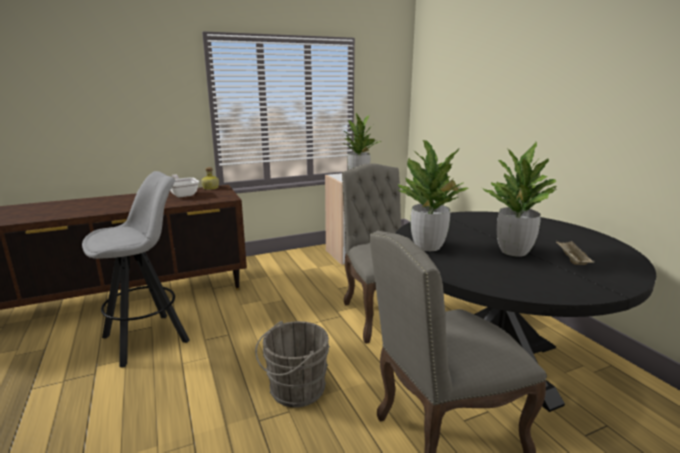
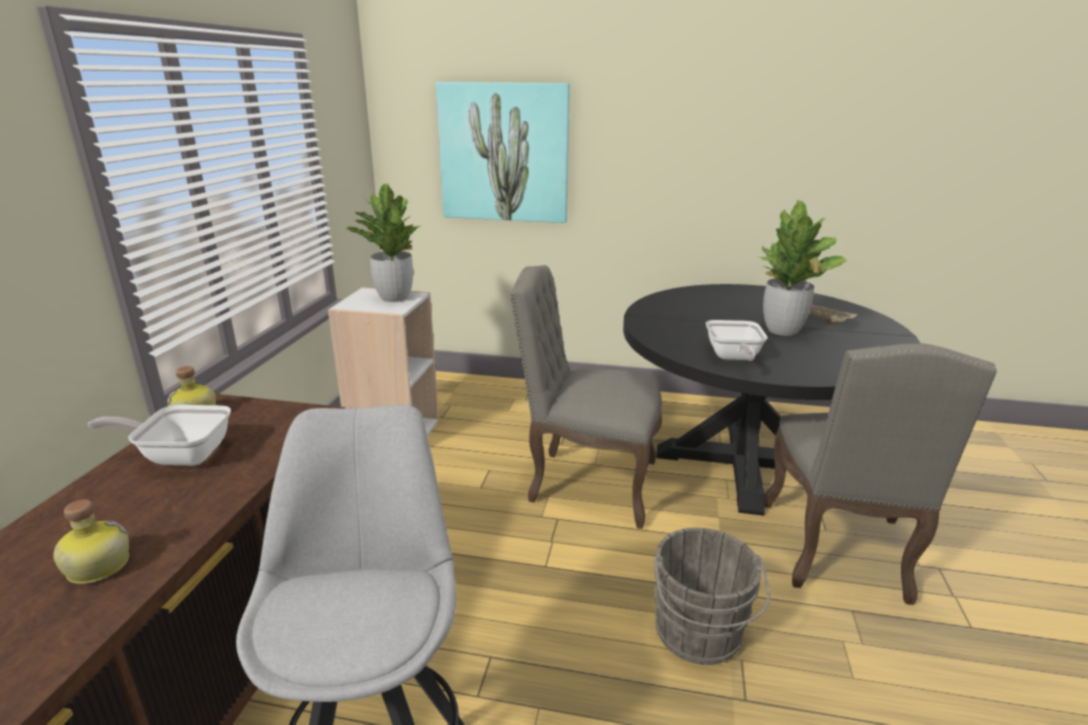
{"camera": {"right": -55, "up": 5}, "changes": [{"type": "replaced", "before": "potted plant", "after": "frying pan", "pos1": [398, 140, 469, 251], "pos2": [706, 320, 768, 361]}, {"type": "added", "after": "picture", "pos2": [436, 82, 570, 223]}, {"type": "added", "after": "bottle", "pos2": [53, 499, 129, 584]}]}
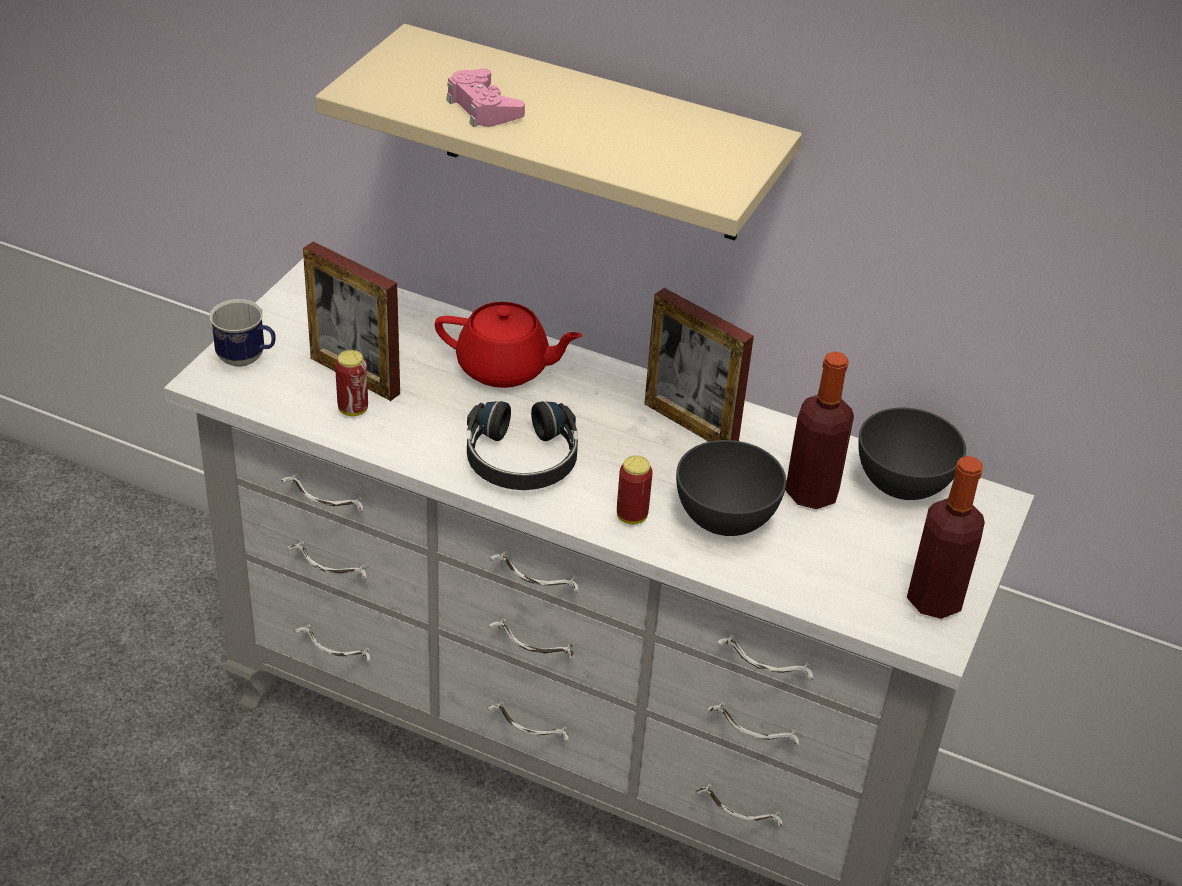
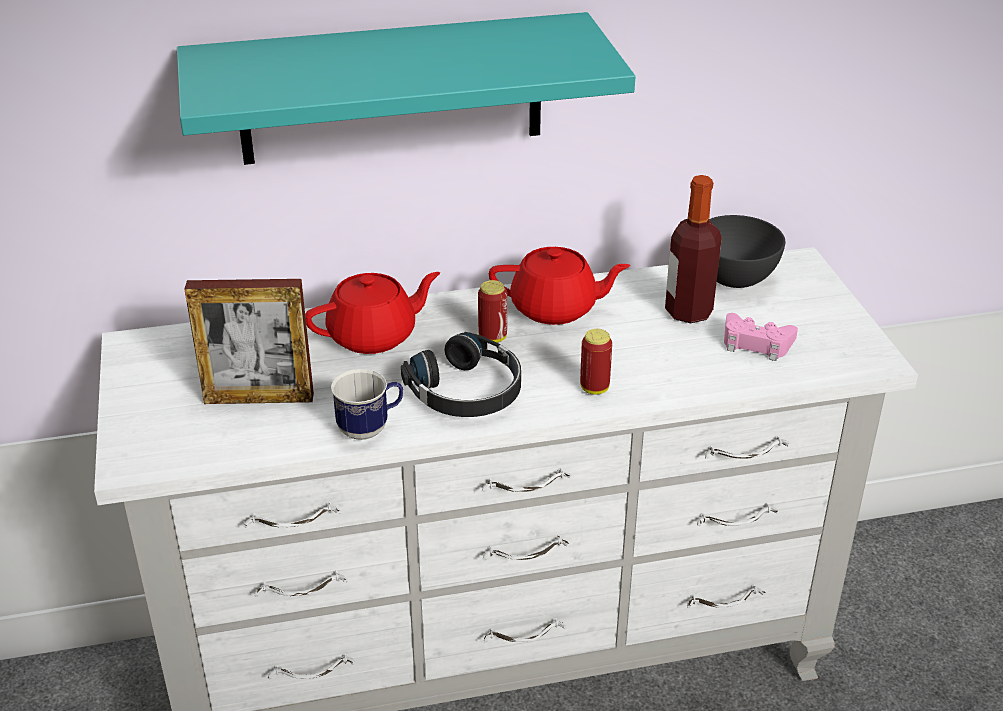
{"camera": {"right": -35, "up": -5}, "changes": [{"type": "recoloured", "before": "beige shelf", "after": "turquoise shelf", "pos1": [315, 24, 802, 241], "pos2": [177, 12, 636, 165]}, {"type": "moved", "before": "pink game controller", "pos1": [446, 68, 525, 127], "pos2": [724, 313, 798, 361]}, {"type": "replaced", "before": "picture frame", "after": "red teapot", "pos1": [644, 288, 754, 442], "pos2": [489, 247, 630, 325]}, {"type": "moved", "before": "mug", "pos1": [209, 299, 276, 367], "pos2": [331, 369, 403, 440]}, {"type": "moved", "before": "can", "pos1": [335, 350, 368, 416], "pos2": [478, 280, 507, 343]}, {"type": "removed", "before": "grey bowl", "pos1": [676, 440, 786, 536]}, {"type": "removed", "before": "bottle", "pos1": [907, 456, 985, 619]}]}
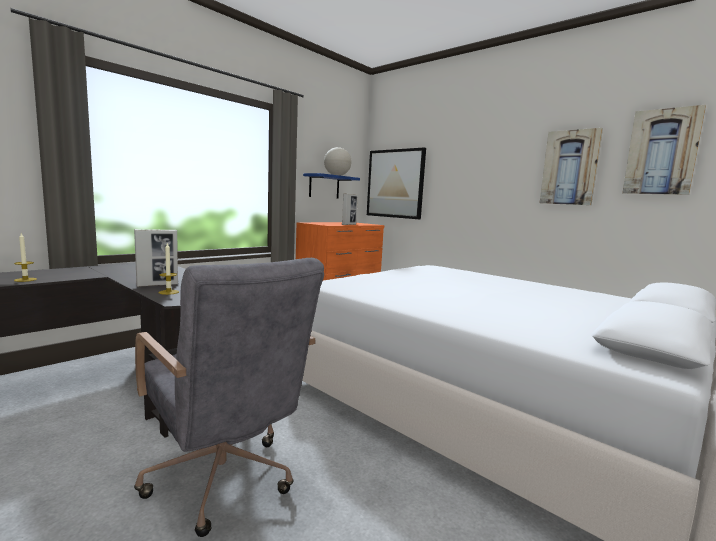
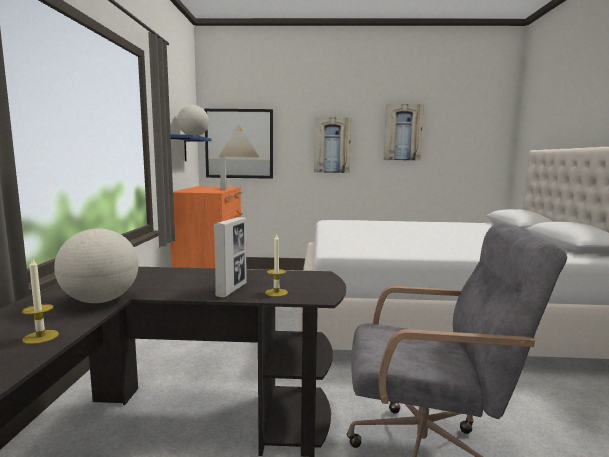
{"camera": {"right": -40, "up": 0}, "changes": [{"type": "moved", "before": "picture", "pos1": [622, 105, 706, 195], "pos2": [314, 117, 351, 173]}, {"type": "added", "after": "globe", "pos2": [54, 228, 139, 303]}]}
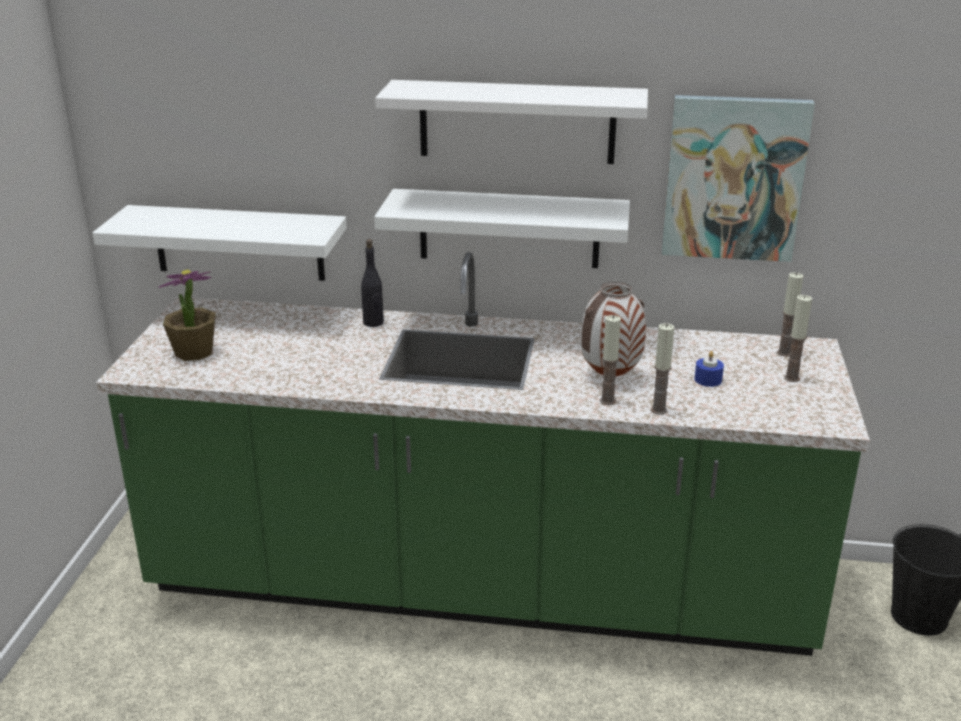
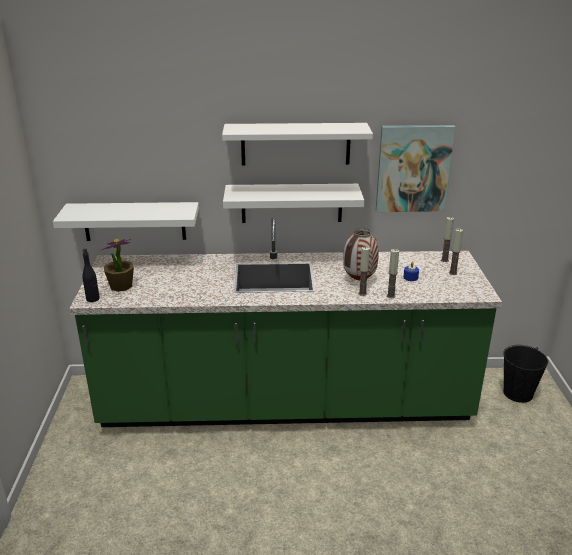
{"camera": {"right": -10, "up": 0}, "changes": [{"type": "moved", "before": "black bottle", "pos1": [361, 239, 384, 327], "pos2": [82, 248, 100, 302]}]}
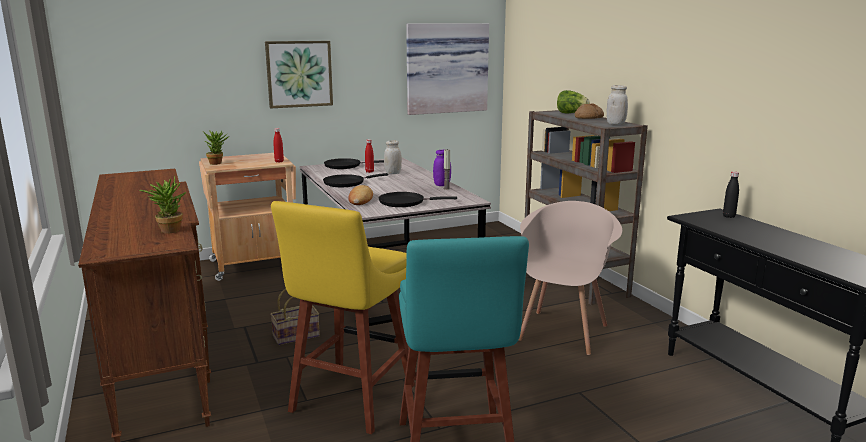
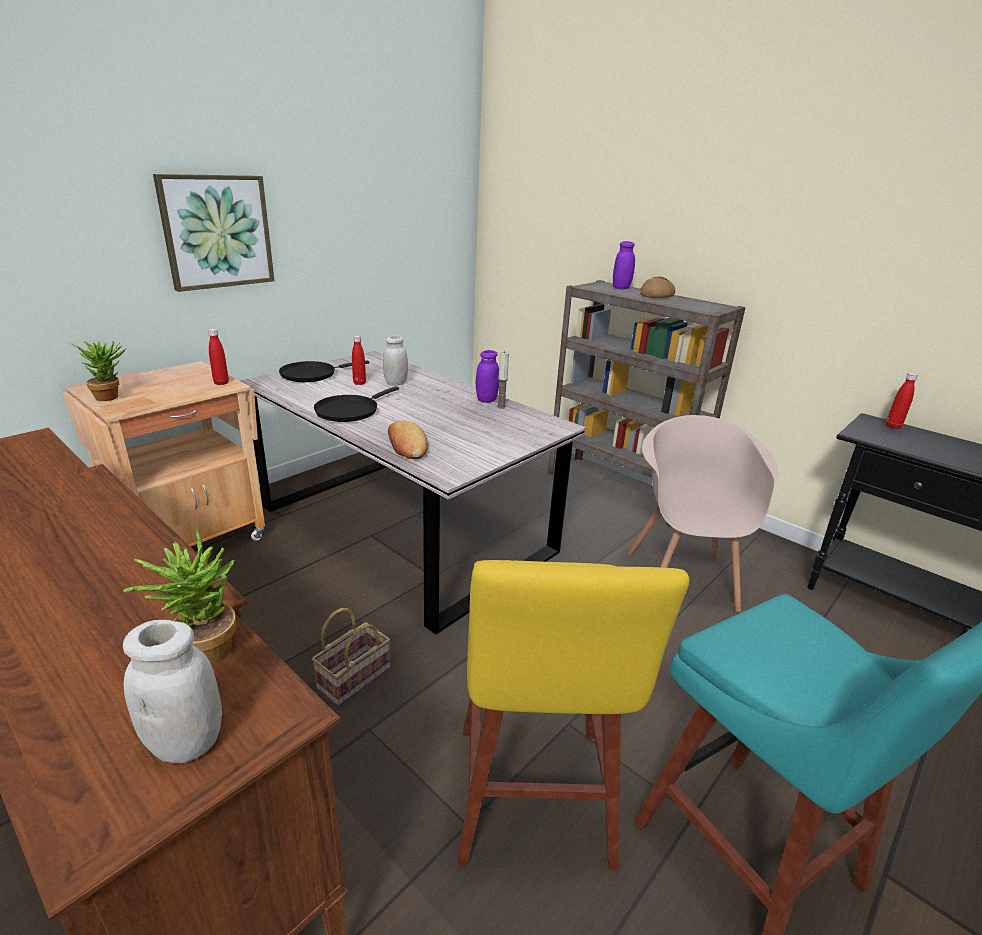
{"camera": {"right": -25, "up": 10}, "changes": [{"type": "removed", "before": "picture", "pos1": [406, 23, 489, 115]}, {"type": "moved", "before": "white jar", "pos1": [607, 85, 628, 125], "pos2": [123, 620, 222, 763]}, {"type": "replaced", "before": "lettuce", "after": "purple jar", "pos1": [557, 90, 590, 114], "pos2": [613, 241, 635, 290]}, {"type": "recoloured", "before": "black bottle", "after": "red bottle", "pos1": [723, 171, 739, 218], "pos2": [886, 373, 918, 429]}, {"type": "removed", "before": "black frying pan", "pos1": [379, 192, 457, 207]}]}
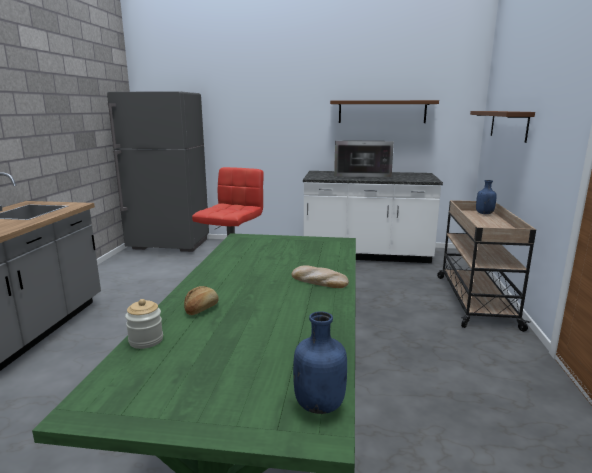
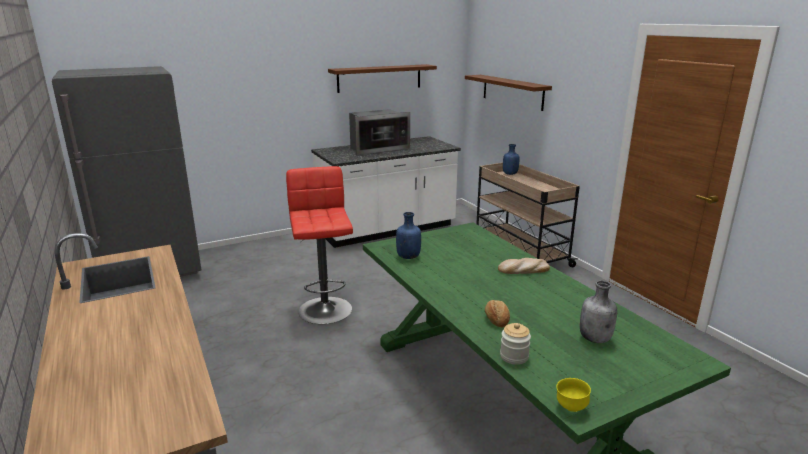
{"camera": {"right": -35, "up": 5}, "changes": [{"type": "moved", "before": "blue bottle", "pos1": [293, 311, 347, 414], "pos2": [396, 212, 421, 259]}, {"type": "added", "after": "grey bottle", "pos2": [580, 281, 617, 343]}, {"type": "added", "after": "yellow bowl", "pos2": [556, 378, 591, 412]}]}
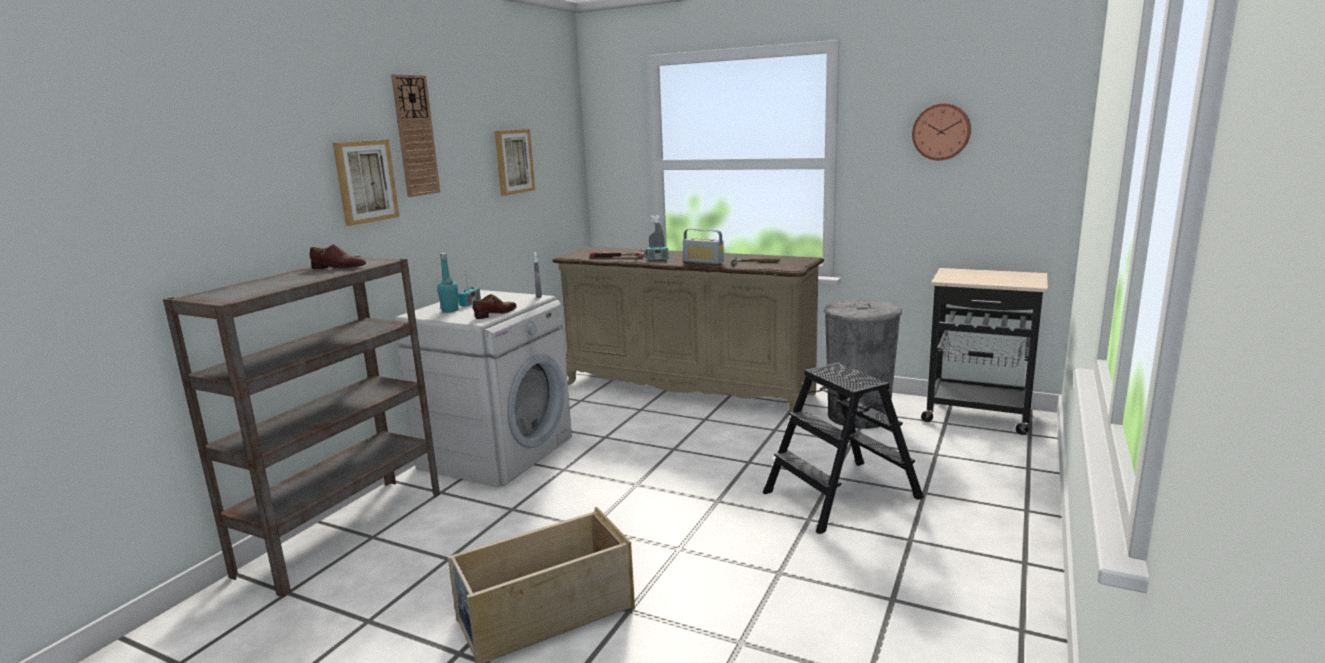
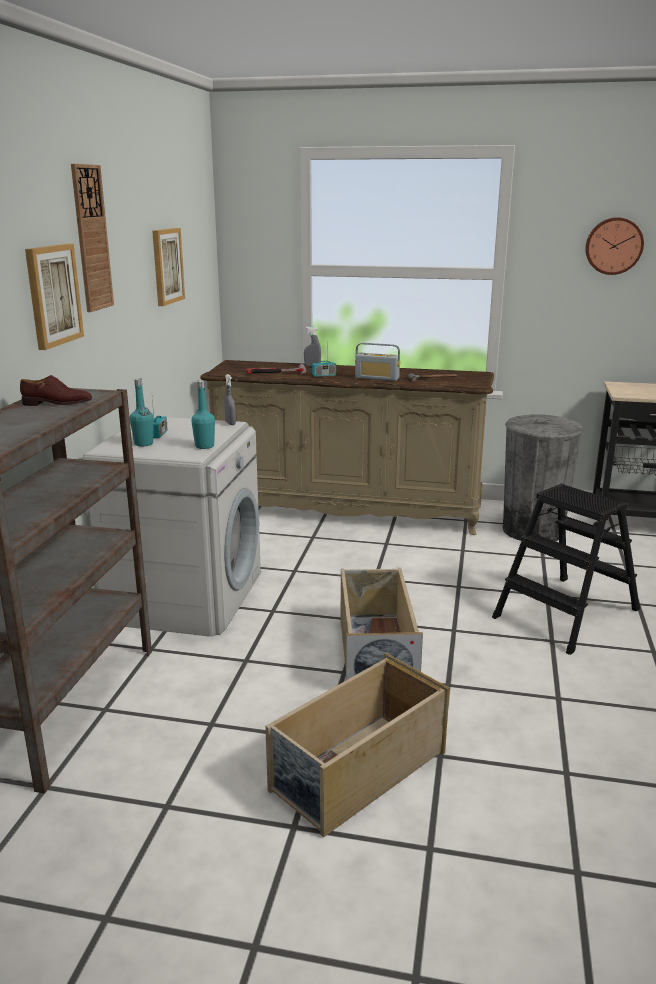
{"camera": {"right": -15, "up": 5}, "changes": [{"type": "replaced", "before": "brown shoe", "after": "turquoise bottle", "pos1": [473, 294, 517, 319], "pos2": [191, 380, 215, 449]}, {"type": "added", "after": "beige storage box", "pos2": [341, 568, 423, 680]}]}
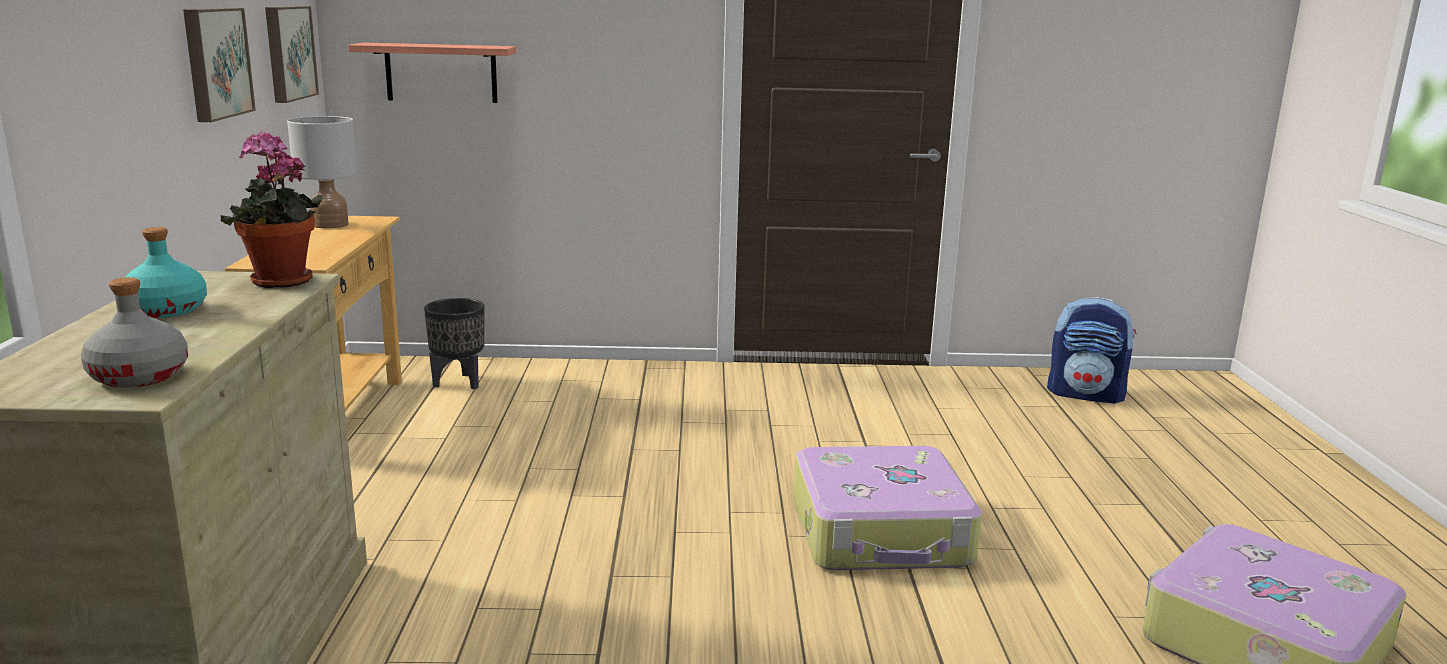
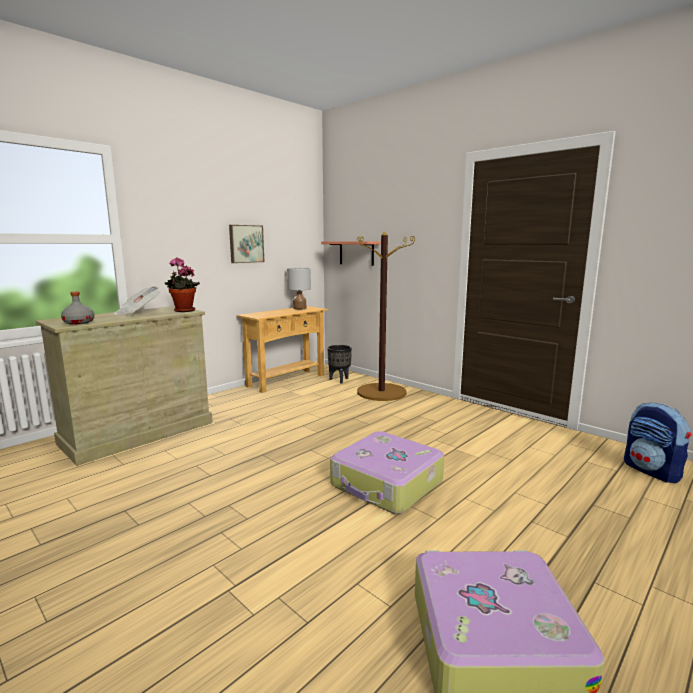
{"camera": {"right": 45, "up": -5}, "changes": [{"type": "removed", "before": "picture", "pos1": [265, 6, 319, 103]}, {"type": "replaced", "before": "turquoise bottle", "after": "newspaper", "pos1": [126, 227, 207, 318], "pos2": [114, 286, 160, 315]}, {"type": "added", "after": "brown clothes rack", "pos2": [357, 232, 415, 401]}]}
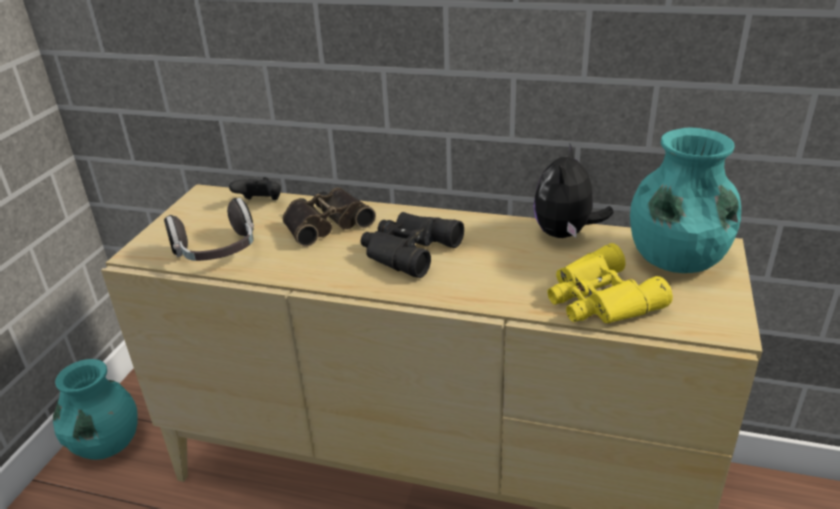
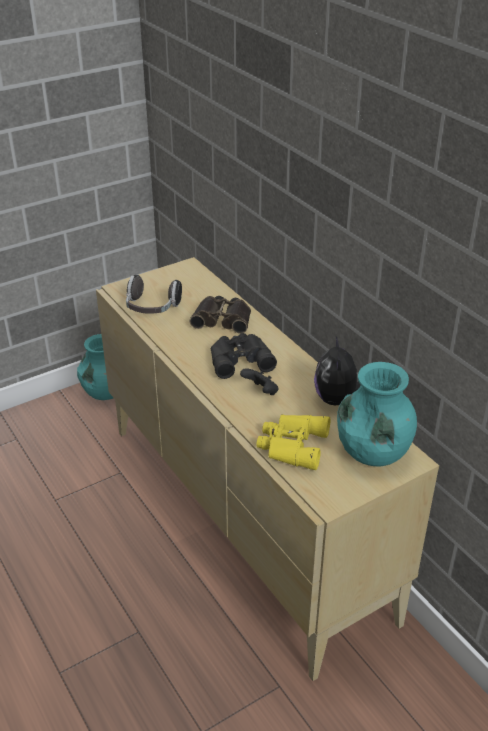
{"camera": {"right": 40, "up": 5}, "changes": [{"type": "turned", "before": "plush toy", "pos1": [533, 144, 613, 238], "pos2": [314, 337, 360, 406], "turn": -60}, {"type": "moved", "before": "black game controller", "pos1": [229, 177, 281, 200], "pos2": [240, 368, 279, 395]}]}
